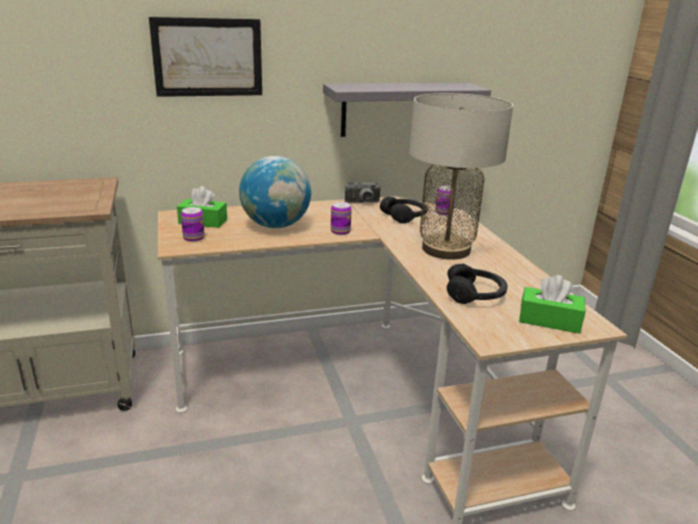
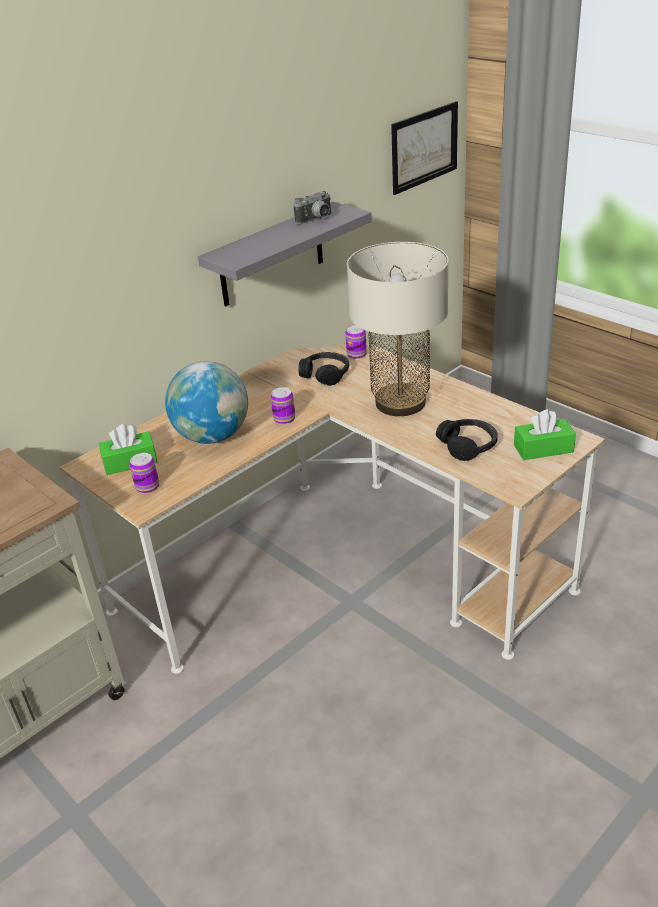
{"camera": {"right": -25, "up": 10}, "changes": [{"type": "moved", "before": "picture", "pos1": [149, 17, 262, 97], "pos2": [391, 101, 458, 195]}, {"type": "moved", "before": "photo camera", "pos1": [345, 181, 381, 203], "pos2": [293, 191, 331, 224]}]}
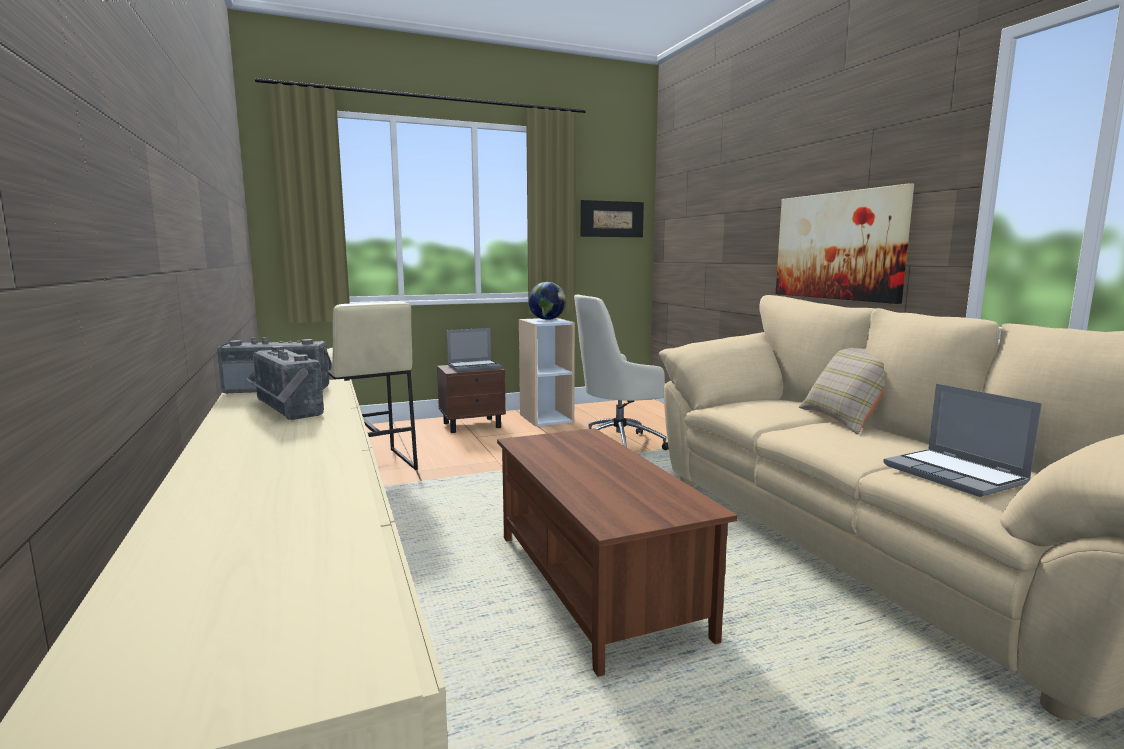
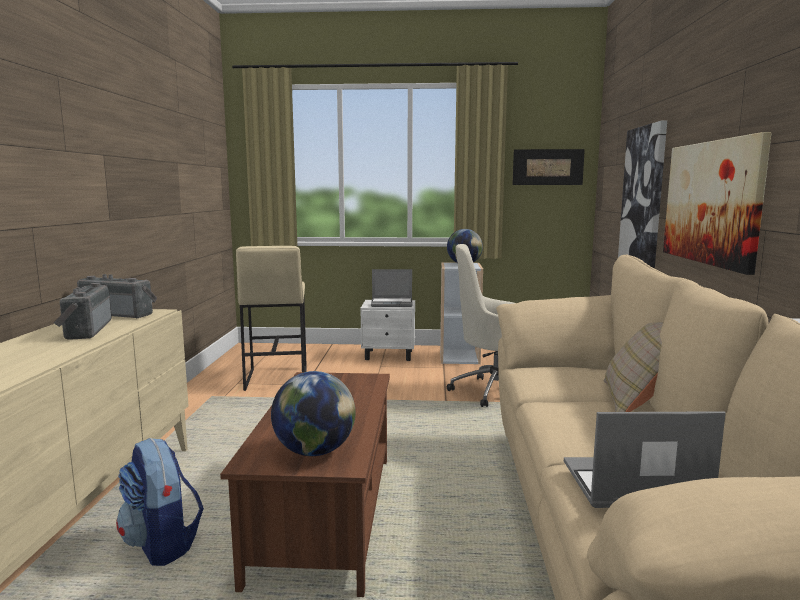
{"camera": {"right": 25, "up": 0}, "changes": [{"type": "recoloured", "before": "brown nightstand", "after": "white nightstand", "pos1": [437, 365, 506, 433], "pos2": [360, 300, 415, 361]}, {"type": "turned", "before": "laptop", "pos1": [883, 384, 1042, 497], "pos2": [564, 411, 726, 508], "turn": 90}, {"type": "added", "after": "picture", "pos2": [618, 120, 667, 269]}, {"type": "added", "after": "globe", "pos2": [271, 371, 356, 456]}, {"type": "added", "after": "backpack", "pos2": [116, 438, 204, 566]}]}
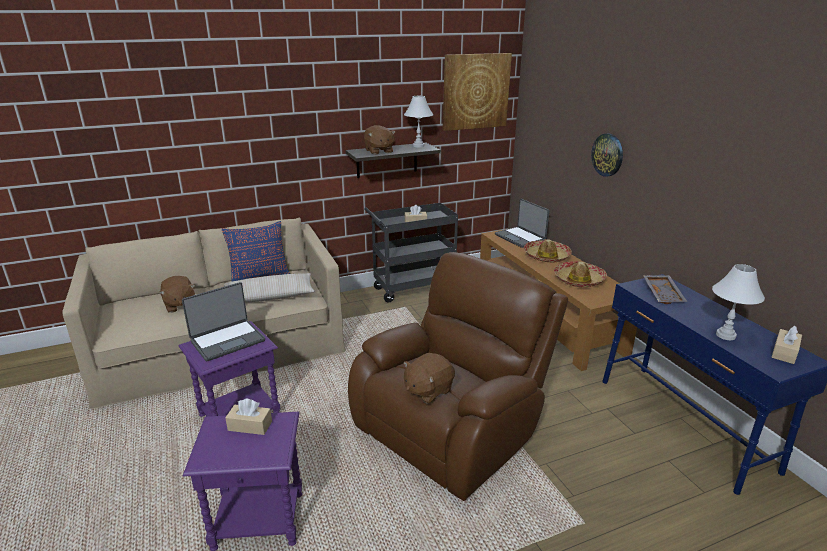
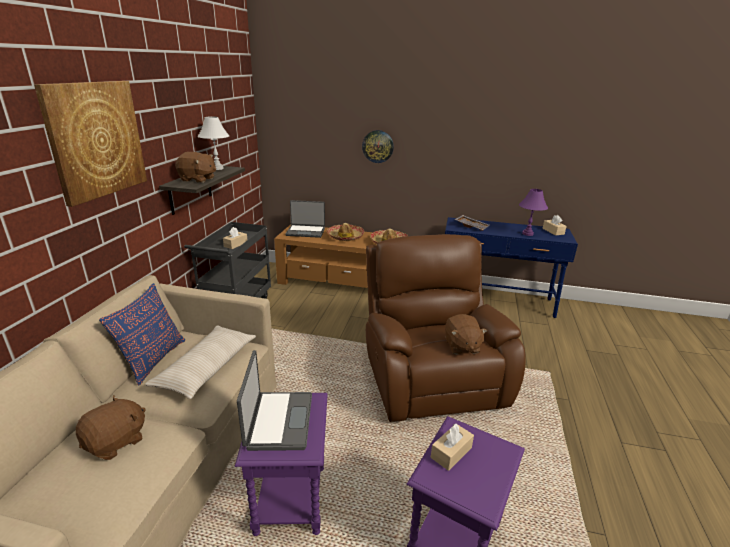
{"camera": {"right": -55, "up": 0}, "changes": [{"type": "moved", "before": "picture", "pos1": [443, 53, 512, 131], "pos2": [34, 81, 147, 207]}, {"type": "recoloured", "before": "white table lamp", "after": "purple table lamp", "pos1": [712, 264, 765, 340], "pos2": [519, 189, 548, 236]}, {"type": "turned", "before": "brown plush toy", "pos1": [159, 276, 195, 313], "pos2": [76, 396, 146, 460], "turn": -60}]}
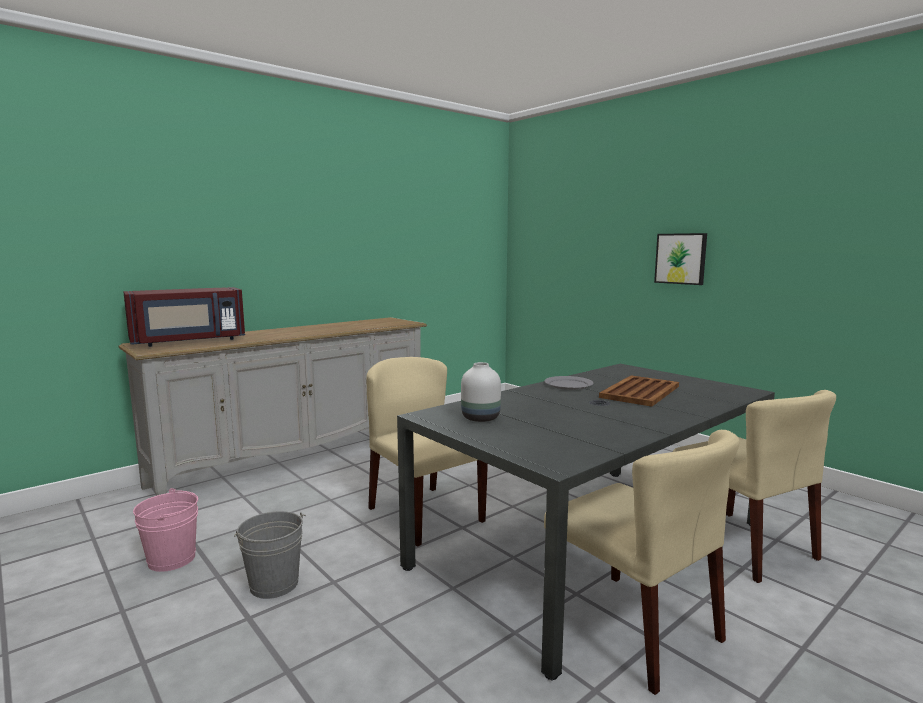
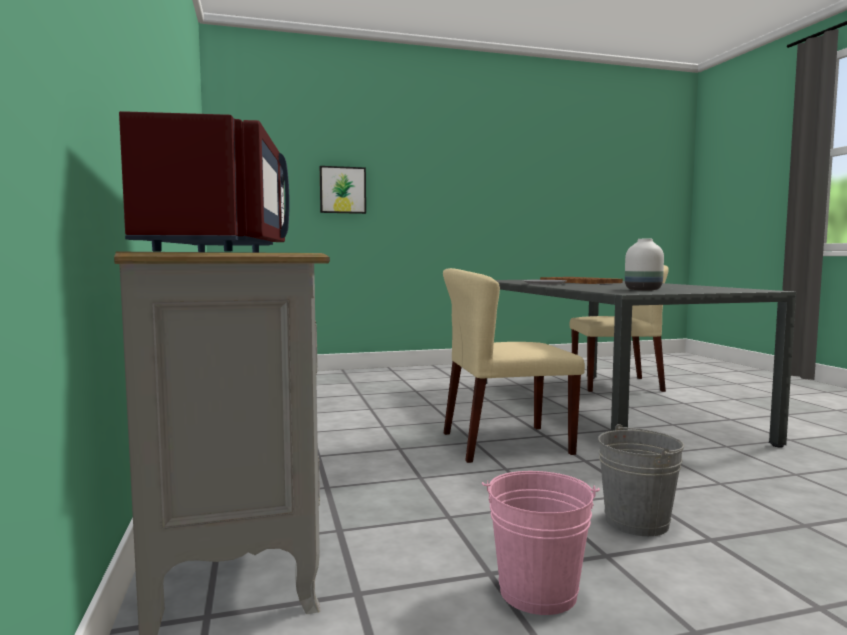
{"camera": {"right": -65, "up": -5}, "changes": [{"type": "moved", "before": "picture", "pos1": [654, 233, 707, 285], "pos2": [320, 166, 366, 214]}, {"type": "removed", "before": "beige chair", "pos1": [544, 430, 740, 695]}]}
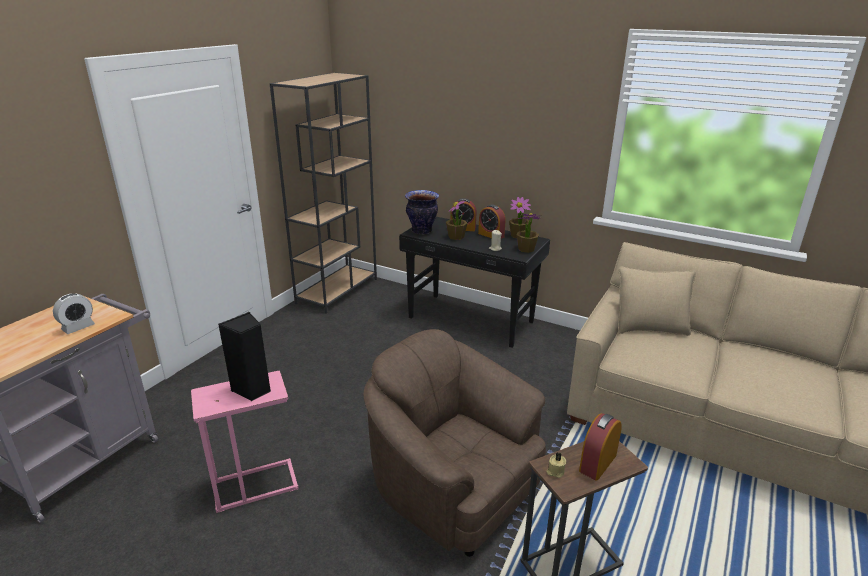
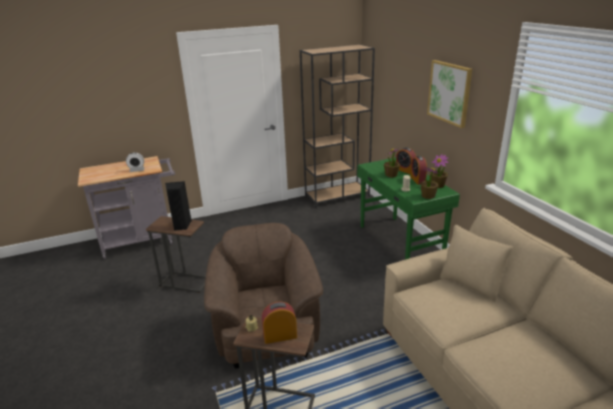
{"camera": {"right": 40, "up": 0}, "changes": [{"type": "removed", "before": "vase", "pos1": [405, 190, 439, 234]}, {"type": "recoloured", "before": "black console table", "after": "green console table", "pos1": [399, 217, 550, 348], "pos2": [357, 158, 460, 260]}, {"type": "recoloured", "before": "pink side table", "after": "brown side table", "pos1": [191, 371, 299, 513], "pos2": [146, 216, 206, 293]}, {"type": "added", "after": "picture", "pos2": [427, 60, 472, 128]}]}
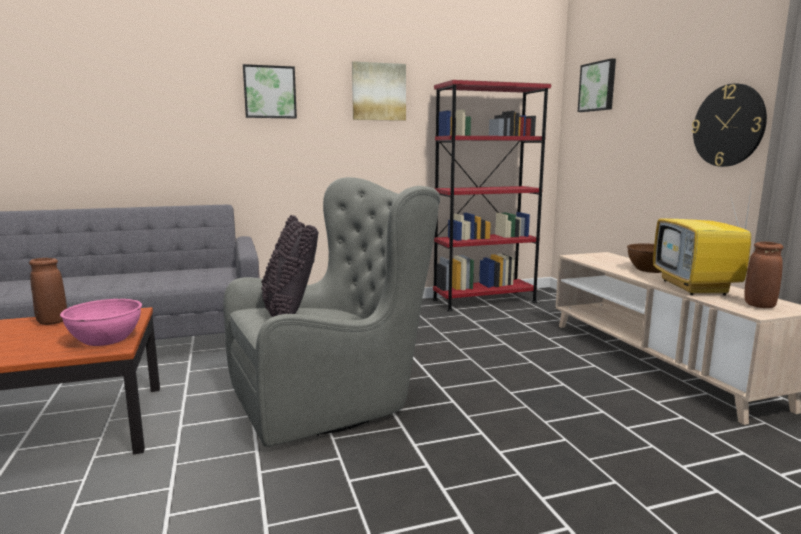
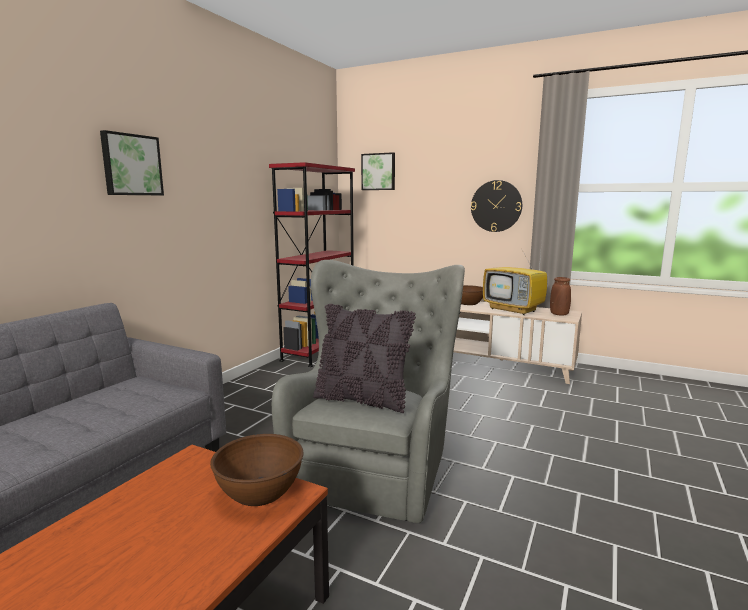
{"camera": {"right": -45, "up": 0}, "changes": [{"type": "removed", "before": "picture", "pos1": [352, 61, 406, 121]}, {"type": "removed", "before": "brown vase", "pos1": [29, 258, 67, 325]}, {"type": "recoloured", "before": "pink bowl", "after": "brown bowl", "pos1": [60, 299, 142, 346], "pos2": [210, 434, 303, 506]}]}
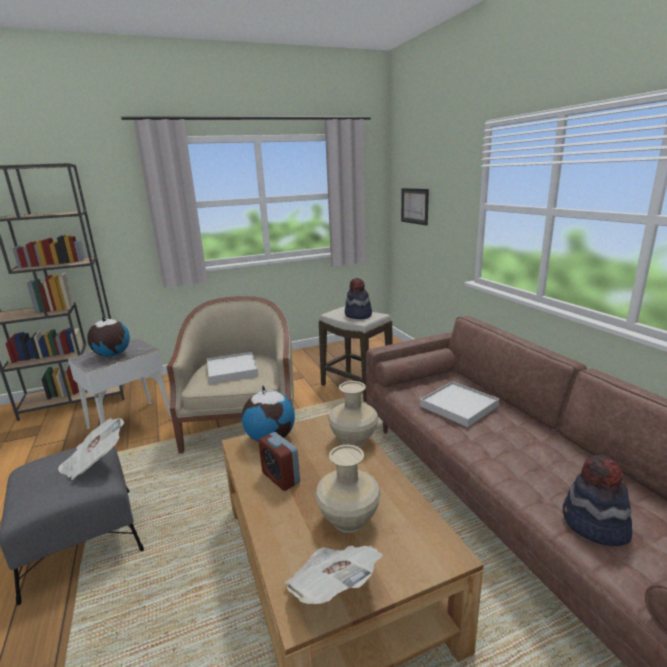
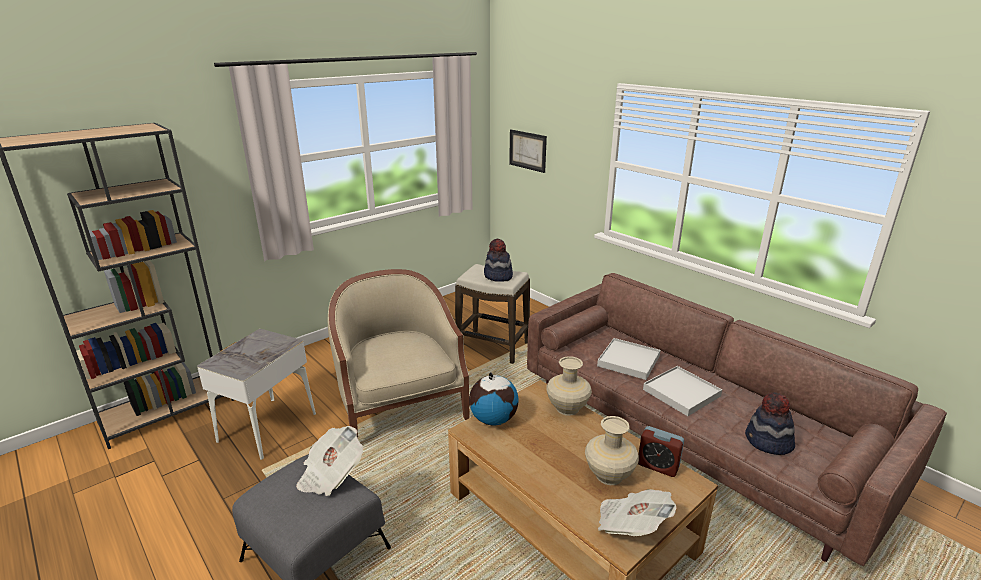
{"camera": {"right": -20, "up": 5}, "changes": [{"type": "removed", "before": "globe", "pos1": [87, 315, 130, 357]}, {"type": "moved", "before": "white tray", "pos1": [207, 352, 258, 383], "pos2": [643, 366, 722, 416]}, {"type": "moved", "before": "alarm clock", "pos1": [258, 432, 300, 491], "pos2": [638, 426, 684, 477]}]}
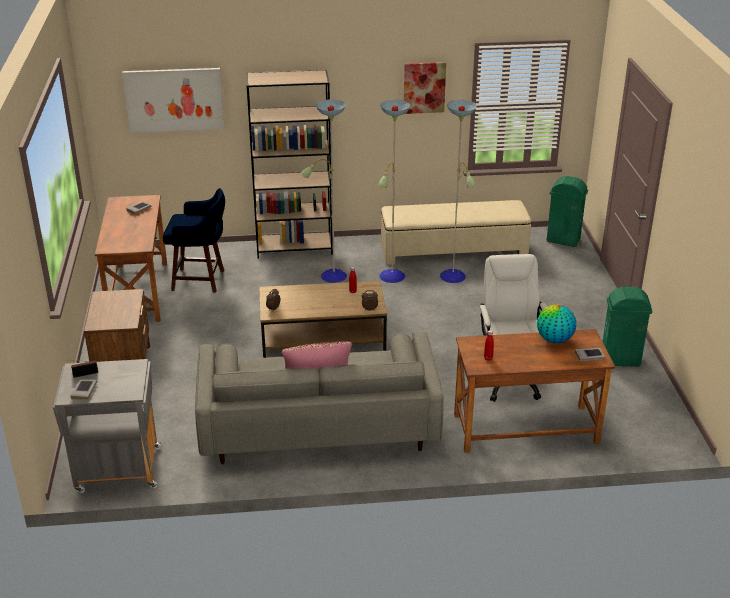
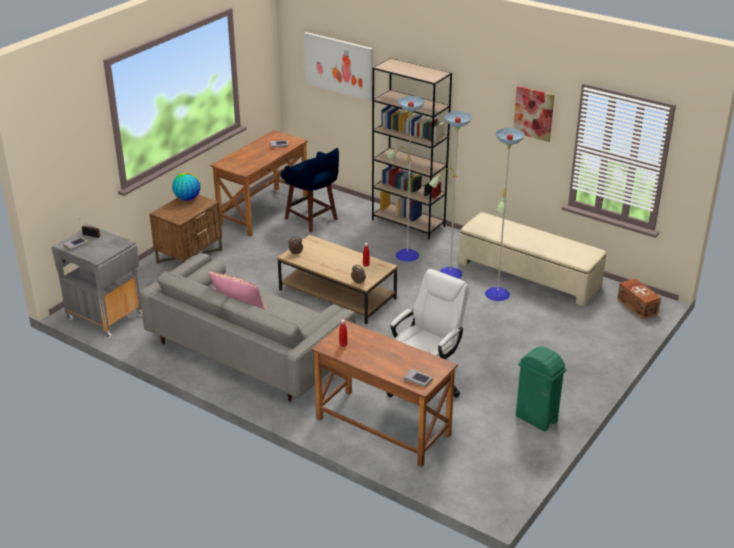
{"camera": {"right": 40, "up": 0}, "changes": [{"type": "replaced", "before": "green trash can", "after": "brown storage box", "pos1": [547, 176, 588, 247], "pos2": [617, 278, 661, 319]}, {"type": "moved", "before": "globe", "pos1": [537, 304, 576, 343], "pos2": [172, 172, 201, 201]}]}
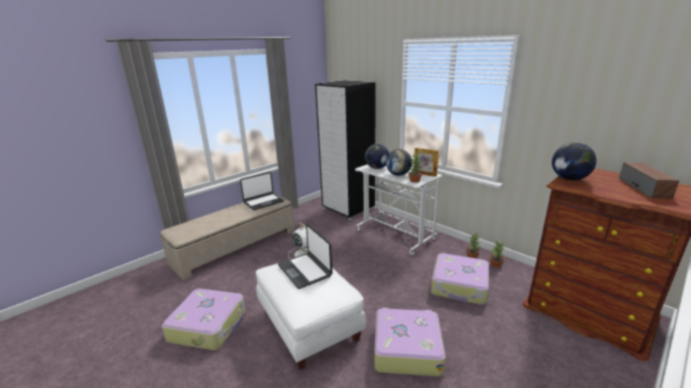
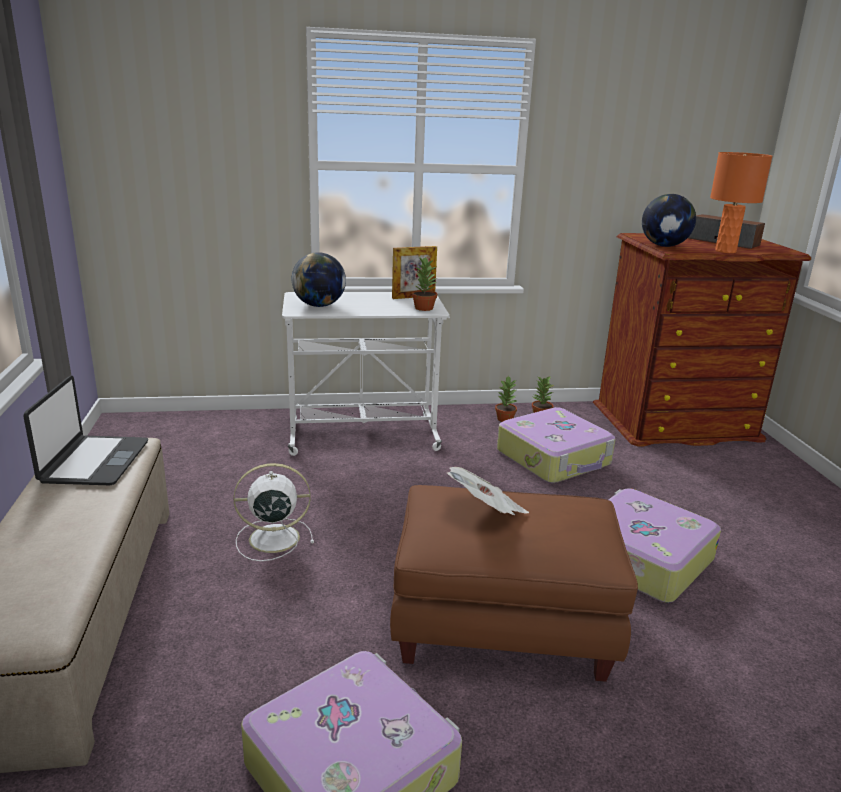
{"camera": {"right": -55, "up": 0}, "changes": [{"type": "removed", "before": "wardrobe", "pos1": [315, 80, 376, 220]}, {"type": "removed", "before": "globe", "pos1": [386, 149, 412, 176]}, {"type": "replaced", "before": "laptop", "after": "newspaper", "pos1": [278, 224, 333, 289], "pos2": [447, 467, 529, 515]}, {"type": "recoloured", "before": "white ottoman", "after": "brown ottoman", "pos1": [256, 263, 366, 370], "pos2": [390, 485, 638, 682]}, {"type": "added", "after": "orange table lamp", "pos2": [710, 152, 773, 253]}]}
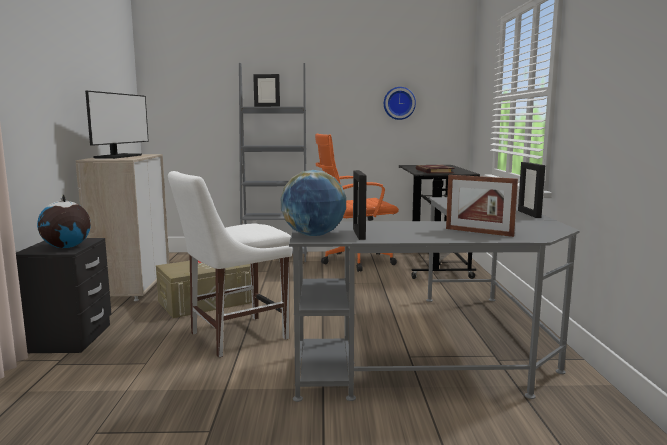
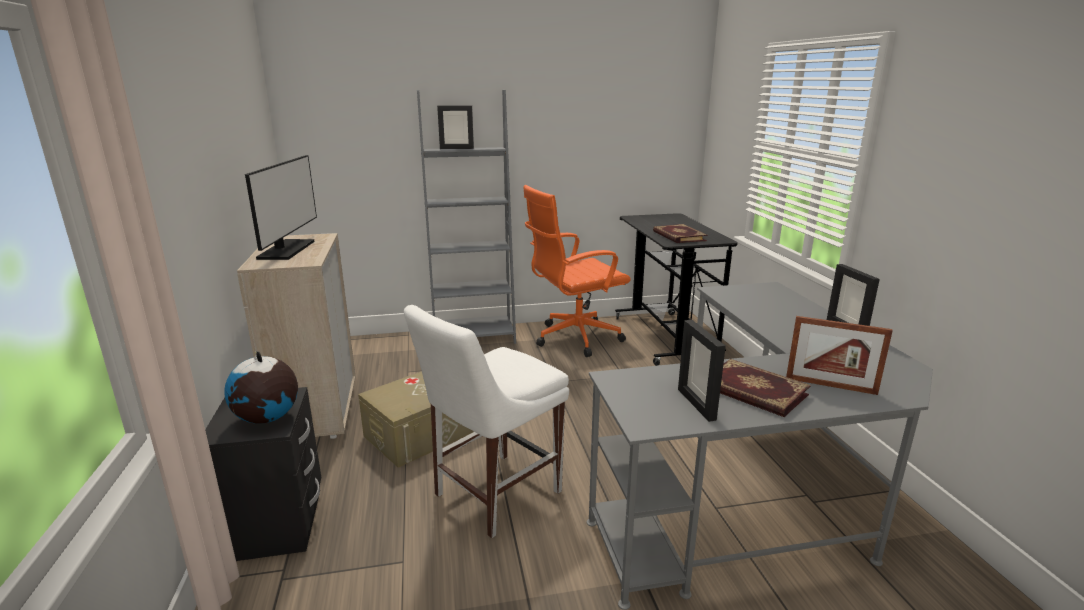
{"camera": {"right": -10, "up": 10}, "changes": [{"type": "removed", "before": "wall clock", "pos1": [384, 87, 416, 120]}, {"type": "removed", "before": "globe", "pos1": [281, 170, 346, 236]}, {"type": "added", "after": "book", "pos2": [720, 359, 811, 417]}]}
